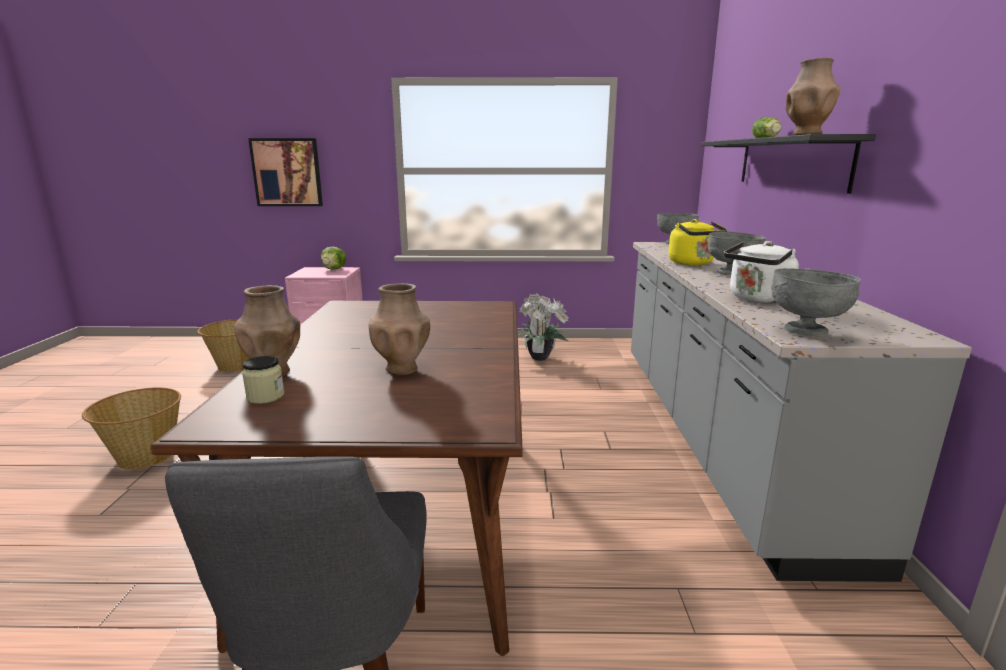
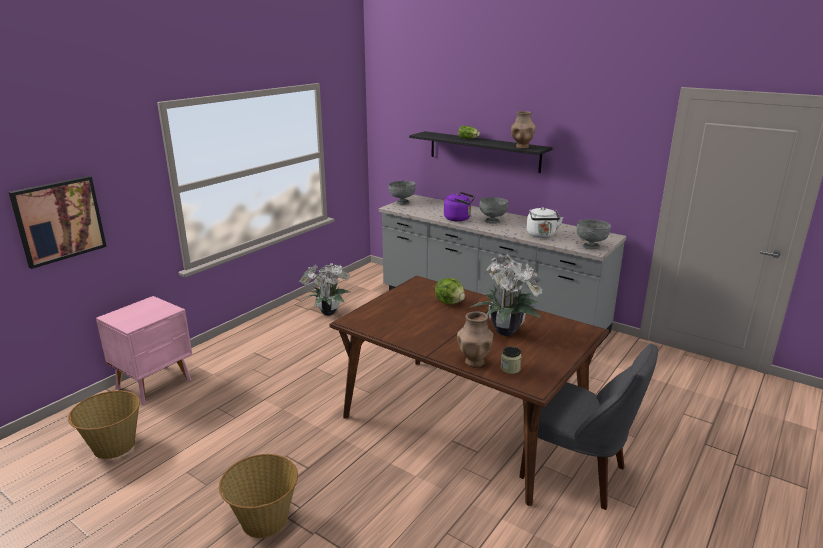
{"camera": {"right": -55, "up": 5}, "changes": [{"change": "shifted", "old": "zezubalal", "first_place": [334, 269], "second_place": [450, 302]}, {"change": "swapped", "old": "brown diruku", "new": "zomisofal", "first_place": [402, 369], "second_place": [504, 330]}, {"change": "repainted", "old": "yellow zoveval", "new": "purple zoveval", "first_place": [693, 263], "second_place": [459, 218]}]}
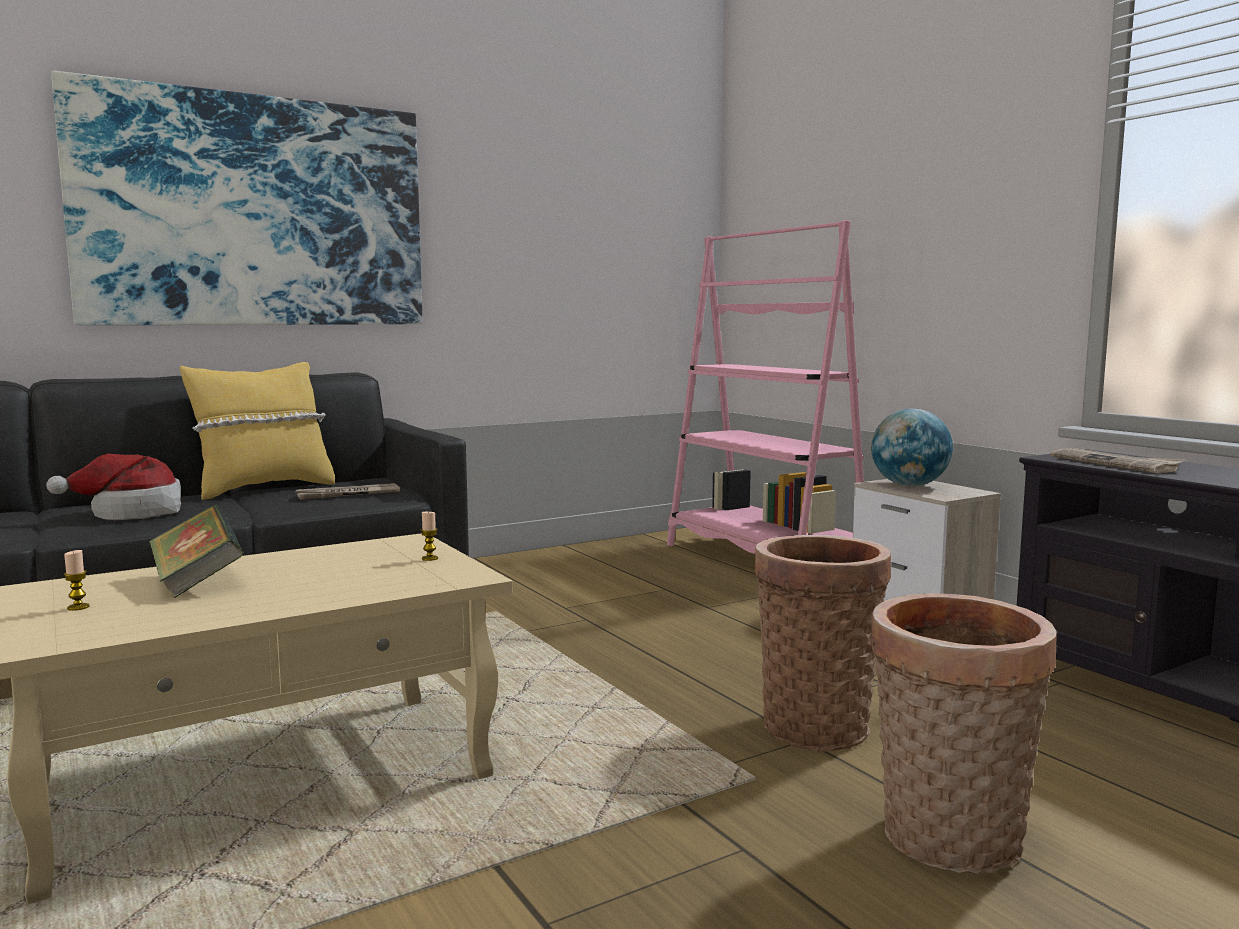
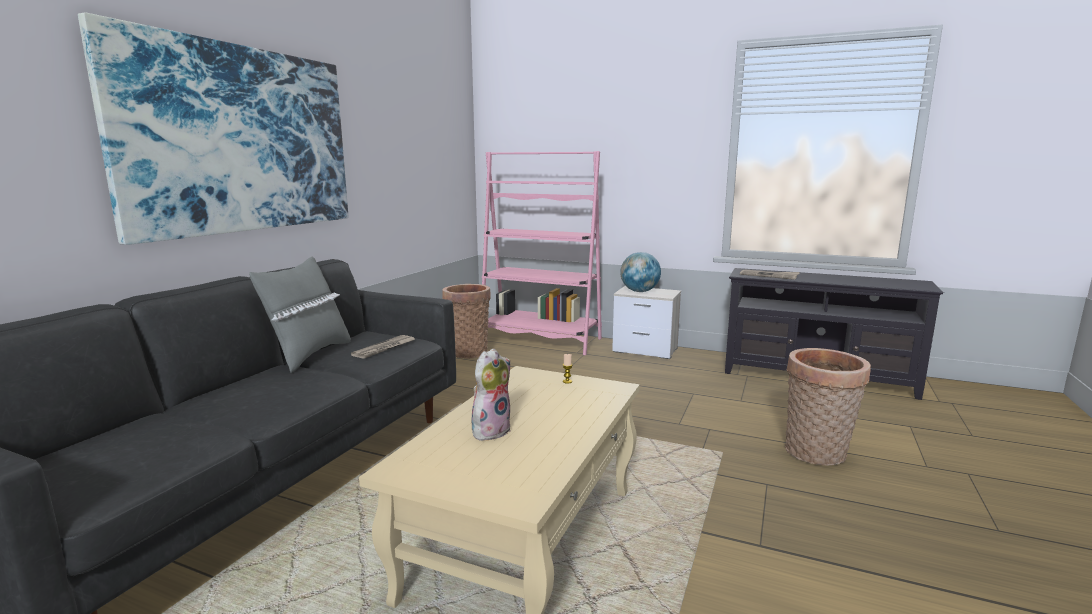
{"camera": {"right": -35, "up": 5}, "changes": [{"change": "gone", "old": "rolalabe", "first_place": [133, 513]}, {"change": "gone", "old": "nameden", "first_place": [78, 607]}, {"change": "swapped", "old": "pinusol", "new": "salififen", "first_place": [197, 582], "second_place": [490, 430]}, {"change": "repainted", "old": "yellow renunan", "new": "grey renunan", "first_place": [263, 489], "second_place": [309, 355]}, {"change": "shifted", "old": "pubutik", "first_place": [816, 724], "second_place": [468, 351]}]}
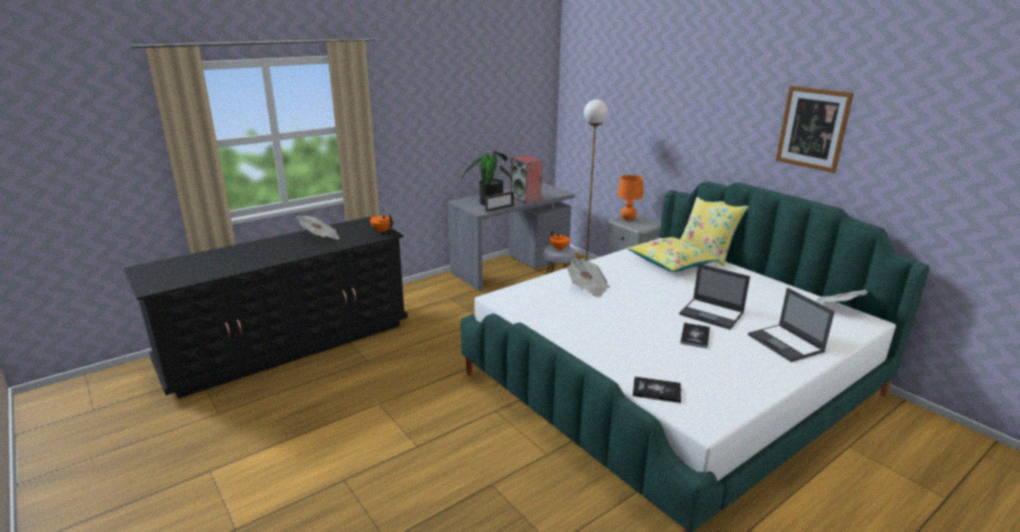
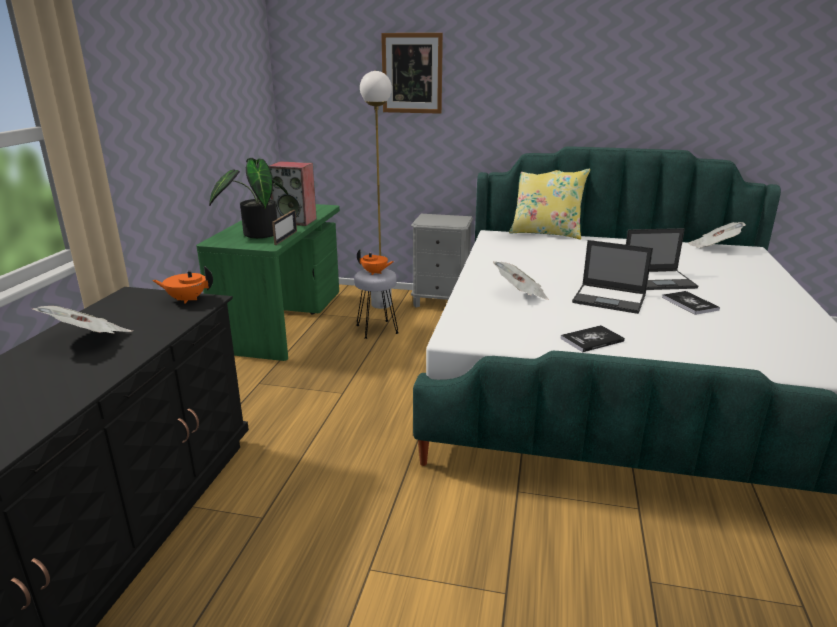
{"camera": {"right": -40, "up": 0}, "changes": [{"change": "repainted", "old": "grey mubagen", "new": "green mubagen", "first_place": [511, 267], "second_place": [284, 321]}, {"change": "gone", "old": "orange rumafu", "first_place": [628, 219]}, {"change": "gone", "old": "yellow renunan", "first_place": [671, 263]}, {"change": "shifted", "old": "pinusol", "first_place": [656, 390], "second_place": [592, 340]}, {"change": "shifted", "old": "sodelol", "first_place": [786, 343], "second_place": [610, 299]}, {"change": "shifted", "old": "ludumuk", "first_place": [813, 128], "second_place": [412, 73]}]}
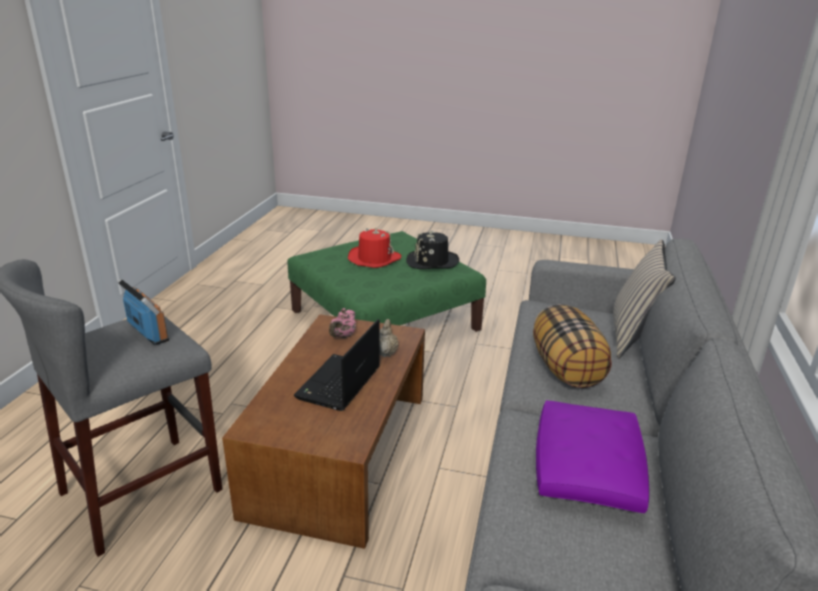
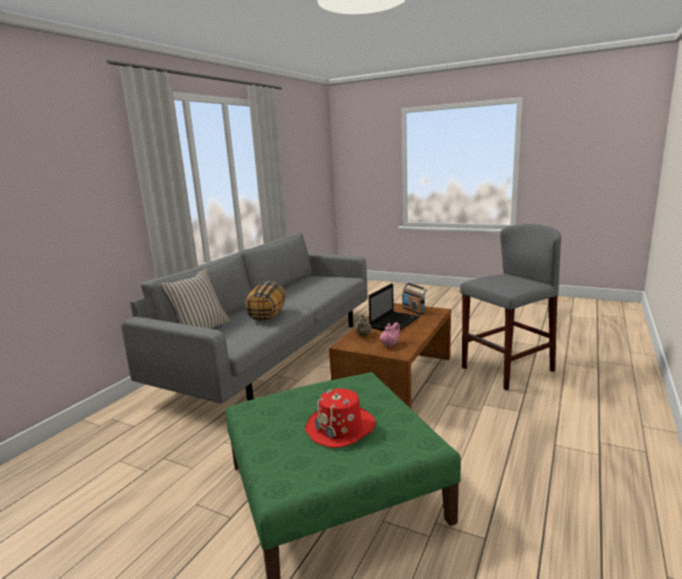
{"camera": {"right": -165, "up": -10}, "changes": [{"change": "shifted", "old": "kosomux", "first_place": [148, 332], "second_place": [413, 310]}, {"change": "gone", "old": "black rolalabe", "first_place": [432, 262]}, {"change": "gone", "old": "purple renunan", "first_place": [587, 470]}]}
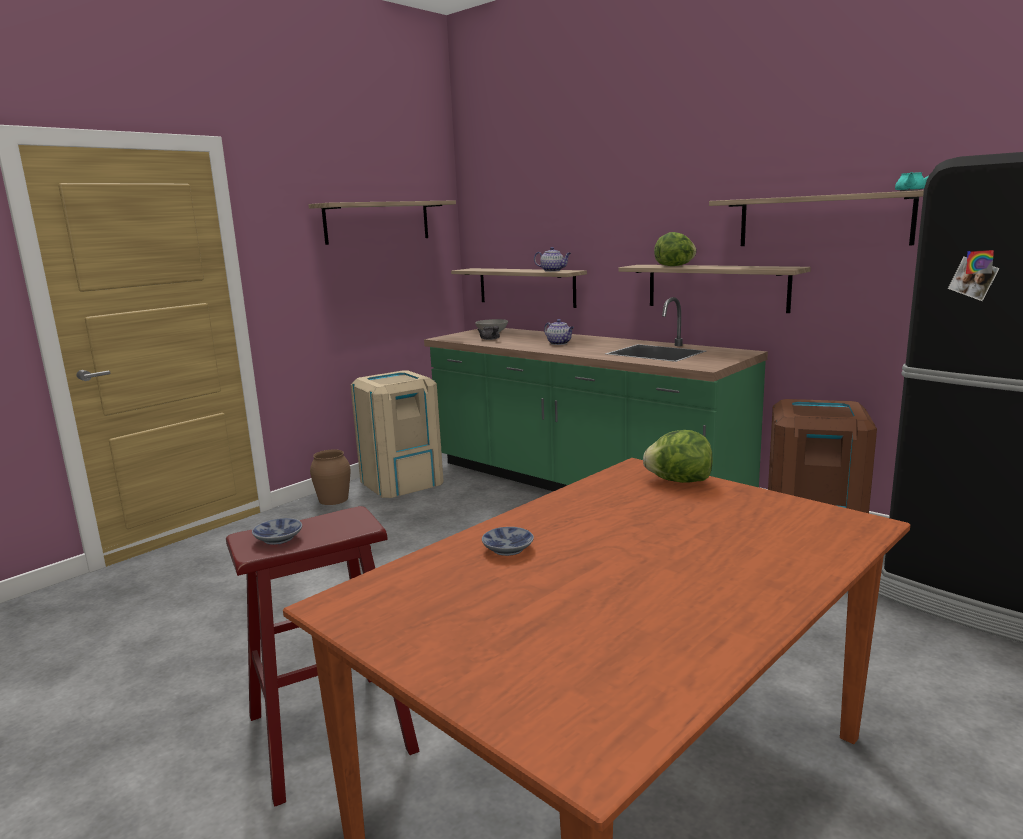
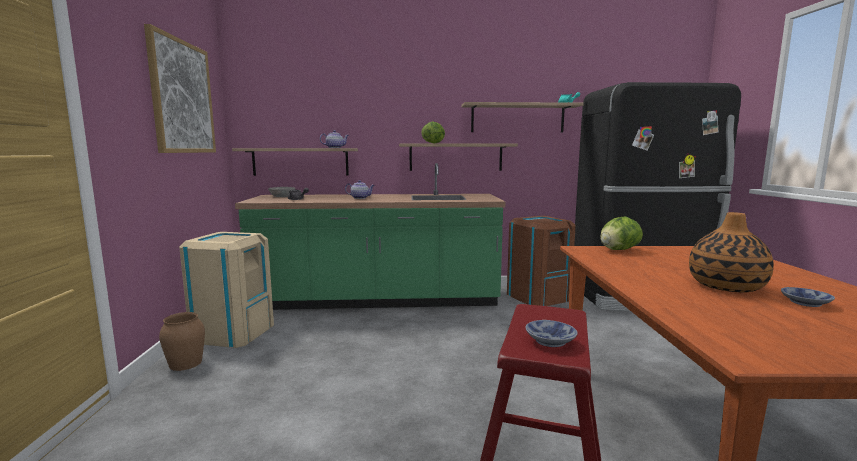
{"camera": {"right": -45, "up": -5}, "changes": [{"change": "swapped", "old": "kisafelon", "new": "ludumuk", "first_place": [378, 222], "second_place": [182, 97]}, {"change": "shifted", "old": "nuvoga", "first_place": [508, 550], "second_place": [807, 303]}, {"change": "new", "new": "diruku", "second_place": [726, 286]}]}
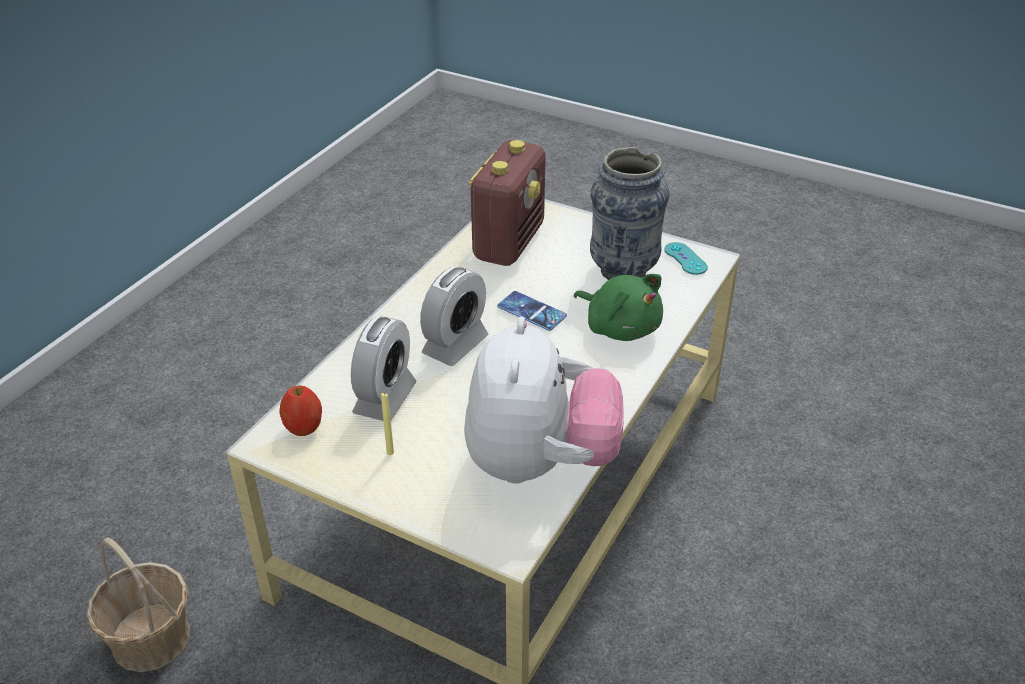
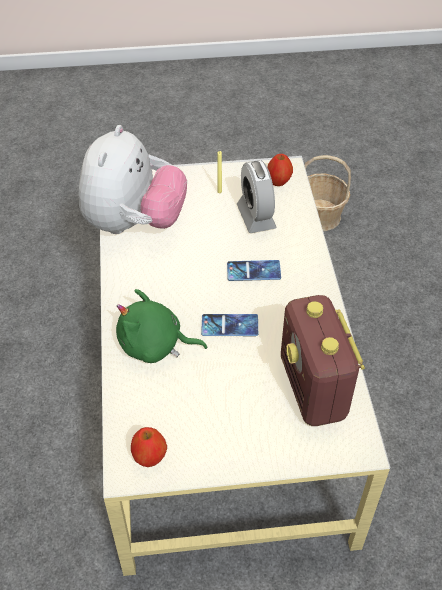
{"camera": {"right": 145, "up": 10}, "changes": [{"change": "swapped", "old": "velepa", "new": "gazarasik", "first_place": [455, 345], "second_place": [253, 271]}, {"change": "rotated", "old": "salififen", "first_place": [539, 463], "second_place": [134, 223], "degrees": -135}, {"change": "gone", "old": "diruku", "first_place": [623, 271]}, {"change": "swapped", "old": "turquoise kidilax", "new": "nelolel", "first_place": [685, 259], "second_place": [149, 457]}]}
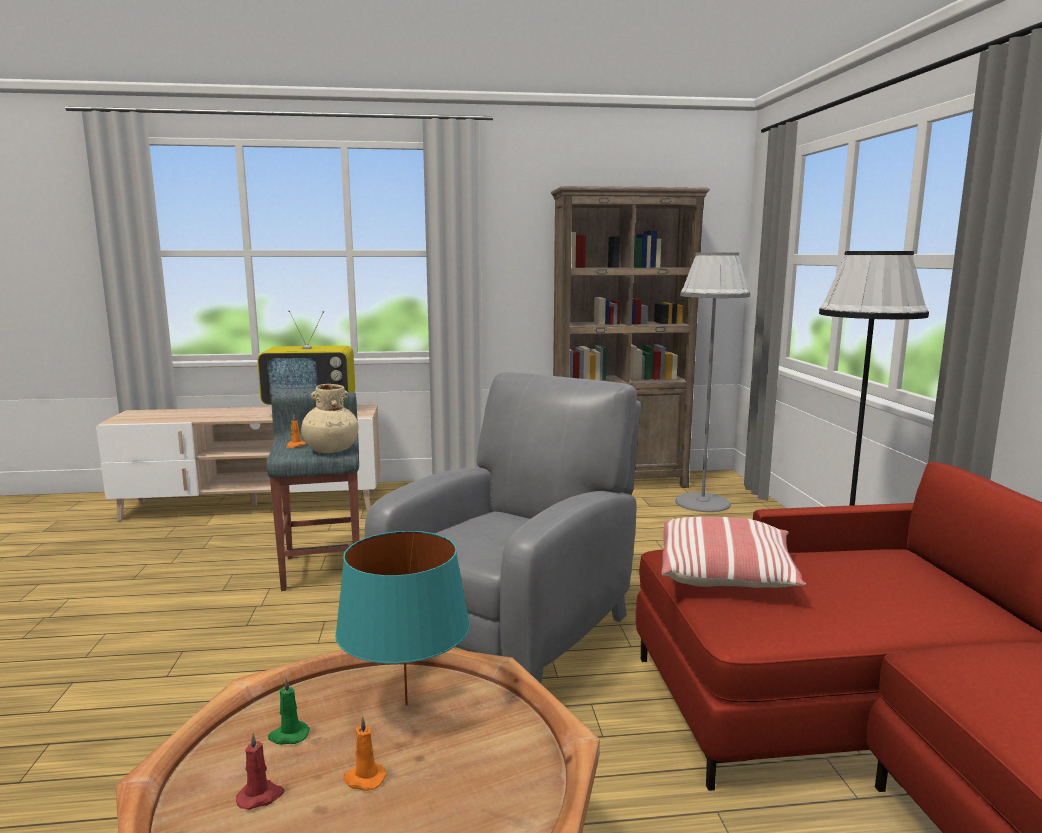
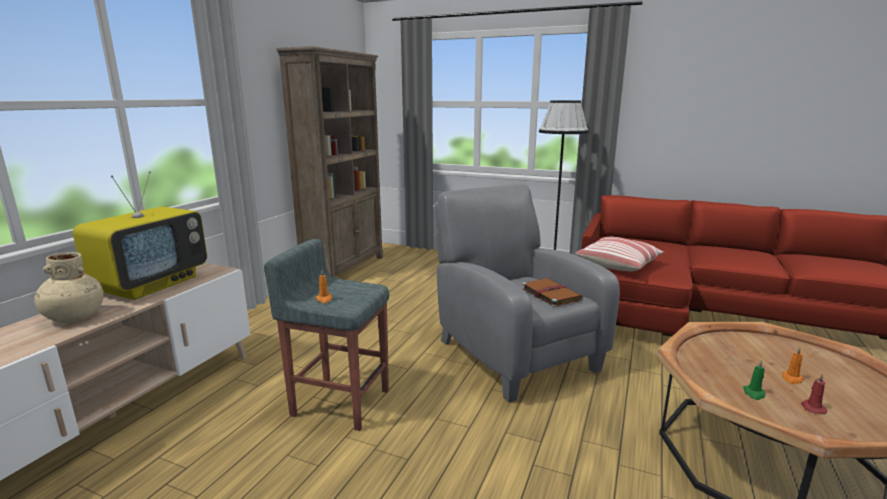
{"camera": {"right": -60, "up": 5}, "changes": [{"change": "shifted", "old": "beige diruku", "first_place": [330, 450], "second_place": [74, 317]}, {"change": "gone", "old": "turquoise rumafu", "first_place": [406, 705]}, {"change": "gone", "old": "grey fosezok", "first_place": [702, 503]}, {"change": "new", "new": "brown pinusol", "second_place": [550, 294]}]}
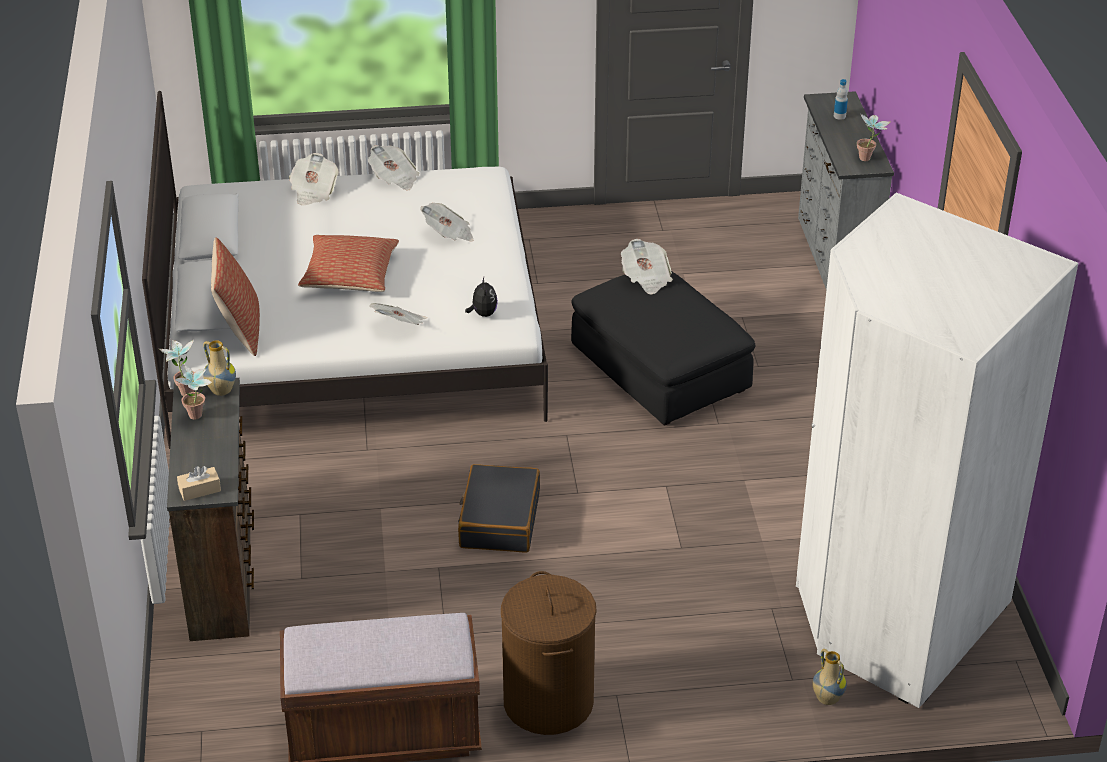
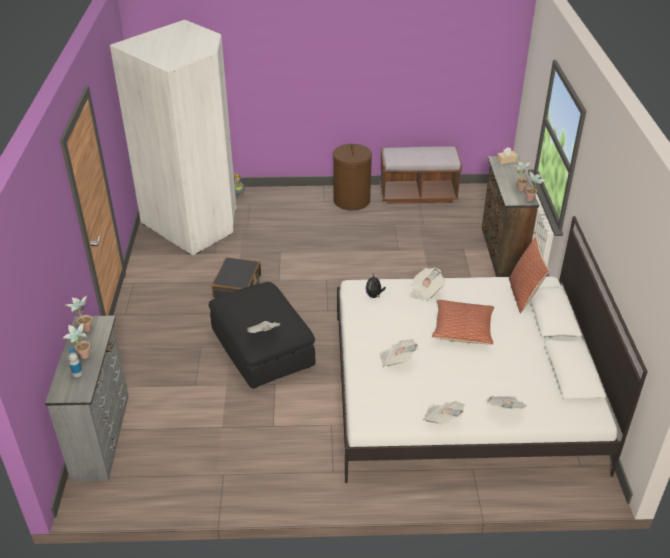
{"camera": {"right": -175, "up": 0}, "changes": [{"change": "gone", "old": "diruku", "first_place": [221, 391]}, {"change": "shifted", "old": "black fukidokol", "first_place": [499, 520], "second_place": [238, 286]}, {"change": "new", "new": "zomisofal", "second_place": [82, 357]}]}
